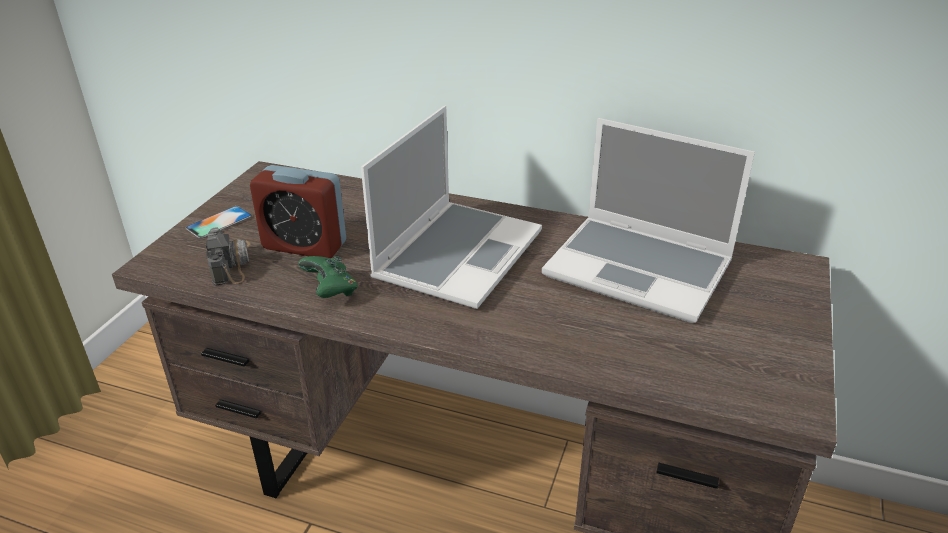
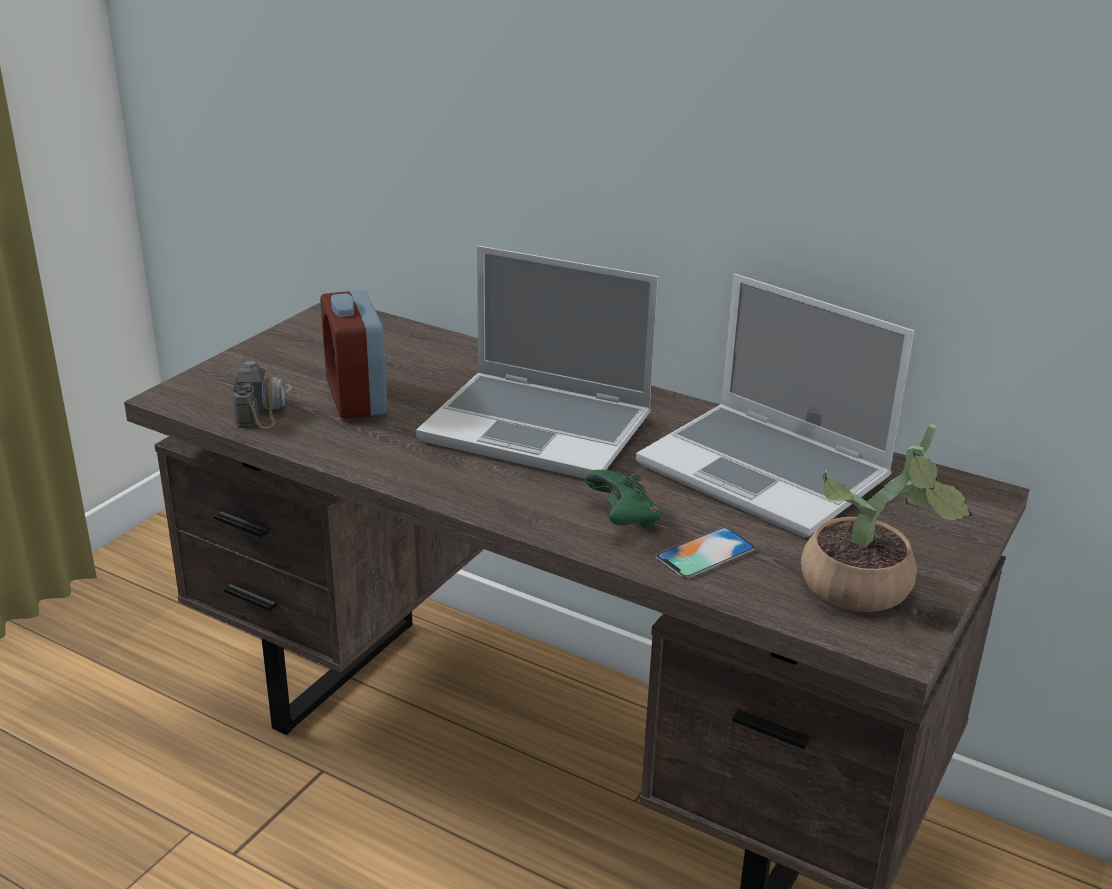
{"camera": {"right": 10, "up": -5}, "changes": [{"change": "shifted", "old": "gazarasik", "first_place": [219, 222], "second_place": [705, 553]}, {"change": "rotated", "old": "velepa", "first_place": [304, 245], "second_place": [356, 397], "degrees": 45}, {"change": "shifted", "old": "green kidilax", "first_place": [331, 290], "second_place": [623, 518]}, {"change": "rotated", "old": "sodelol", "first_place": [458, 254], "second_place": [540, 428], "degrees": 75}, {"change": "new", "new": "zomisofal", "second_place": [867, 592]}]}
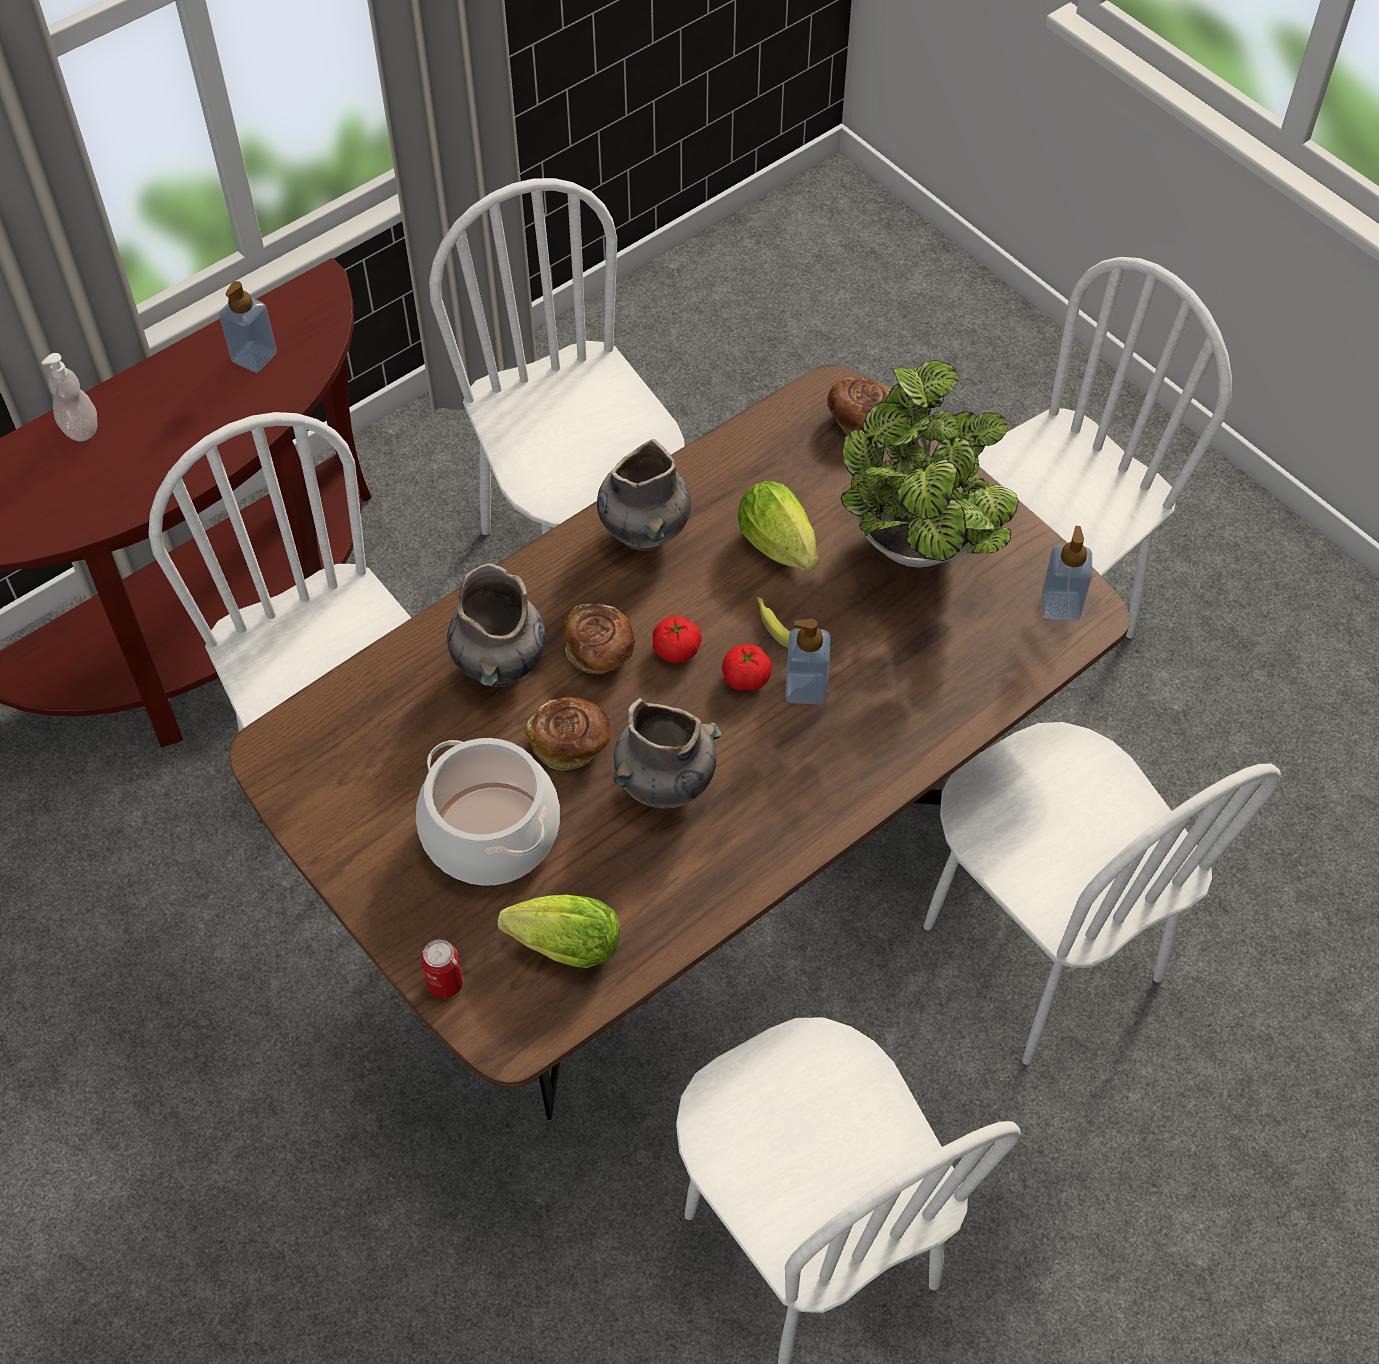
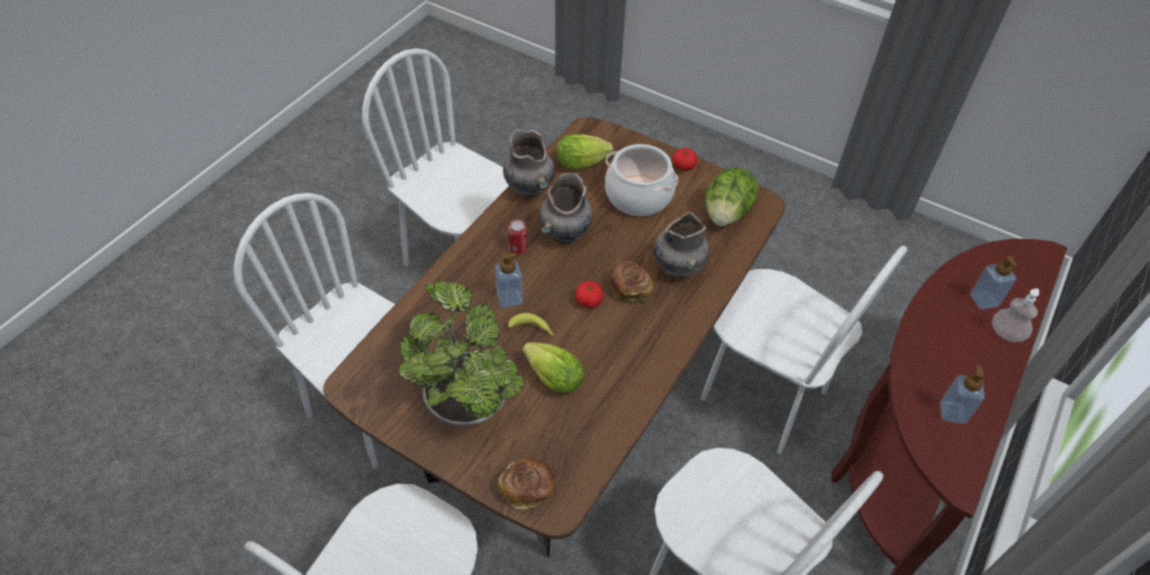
{"camera": {"right": 160, "up": -5}, "changes": [{"change": "shifted", "old": "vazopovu", "first_place": [445, 983], "second_place": [518, 248]}, {"change": "gone", "old": "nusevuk", "first_place": [571, 743]}, {"change": "shifted", "old": "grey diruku", "first_place": [644, 532], "second_place": [530, 189]}, {"change": "shifted", "old": "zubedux", "first_place": [746, 678], "second_place": [683, 166]}, {"change": "shifted", "old": "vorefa", "first_place": [1060, 605], "second_place": [984, 300]}, {"change": "new", "new": "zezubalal", "second_place": [726, 214]}]}
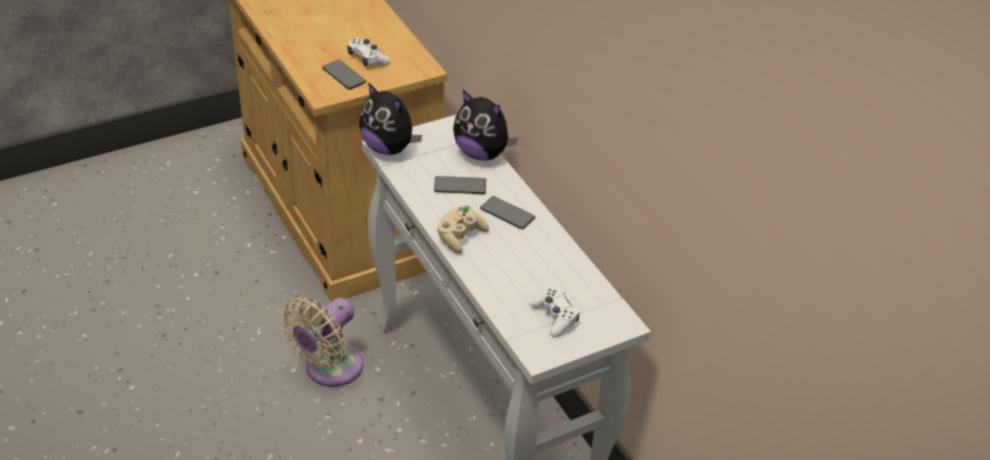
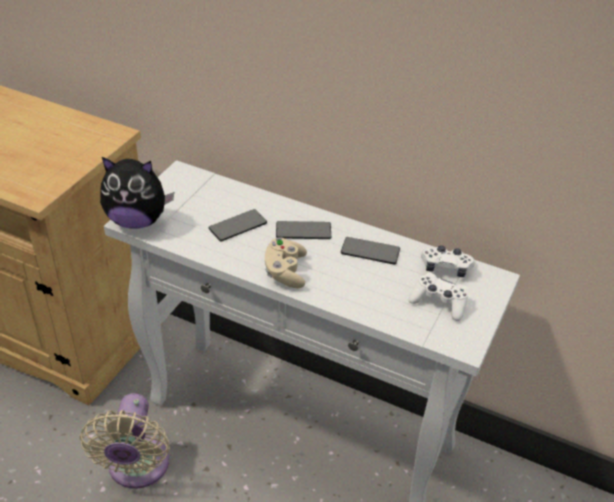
{"camera": {"right": -35, "up": 0}, "changes": [{"change": "shifted", "old": "gazarasik", "first_place": [344, 75], "second_place": [370, 251]}, {"change": "shifted", "old": "white kidilax", "first_place": [367, 59], "second_place": [446, 267]}, {"change": "gone", "old": "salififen", "first_place": [482, 153]}]}
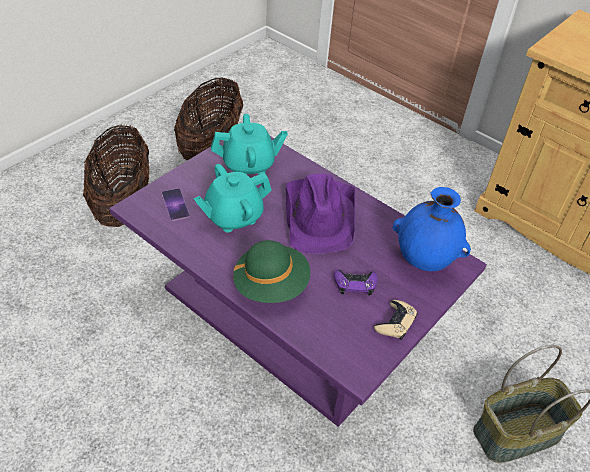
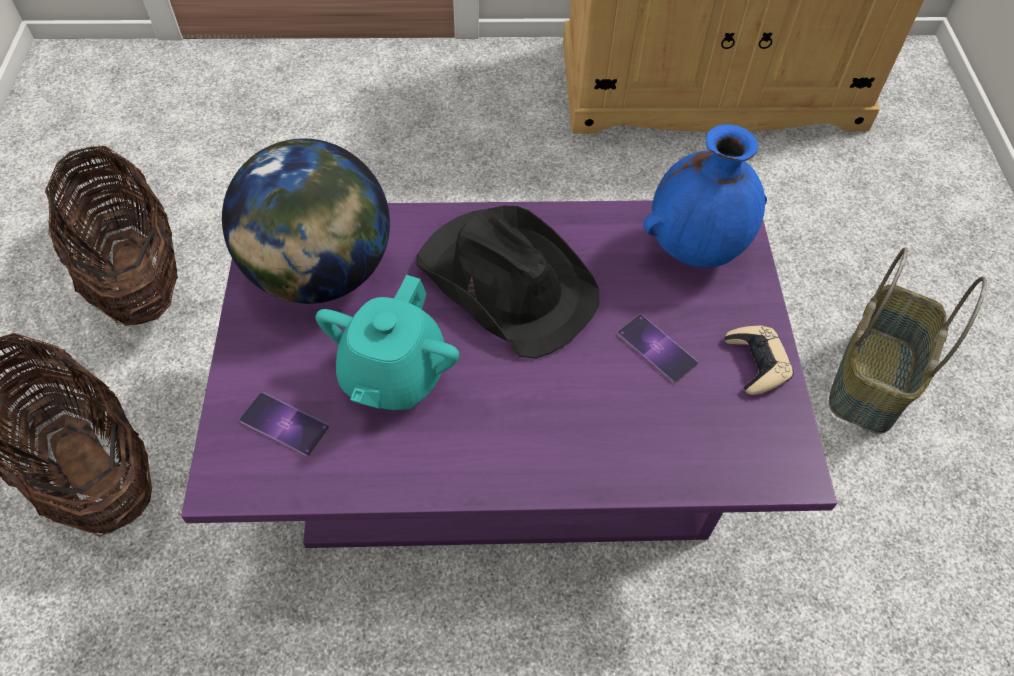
{"camera": {"right": -40, "up": 10}, "changes": [{"change": "swapped", "old": "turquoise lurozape", "new": "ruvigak", "first_place": [248, 164], "second_place": [321, 273]}, {"change": "gone", "old": "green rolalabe", "first_place": [271, 285]}, {"change": "repainted", "old": "purple rolalabe", "new": "black rolalabe", "first_place": [320, 215], "second_place": [506, 280]}, {"change": "swapped", "old": "purple kidilax", "new": "gazarasik", "first_place": [355, 284], "second_place": [656, 349]}]}
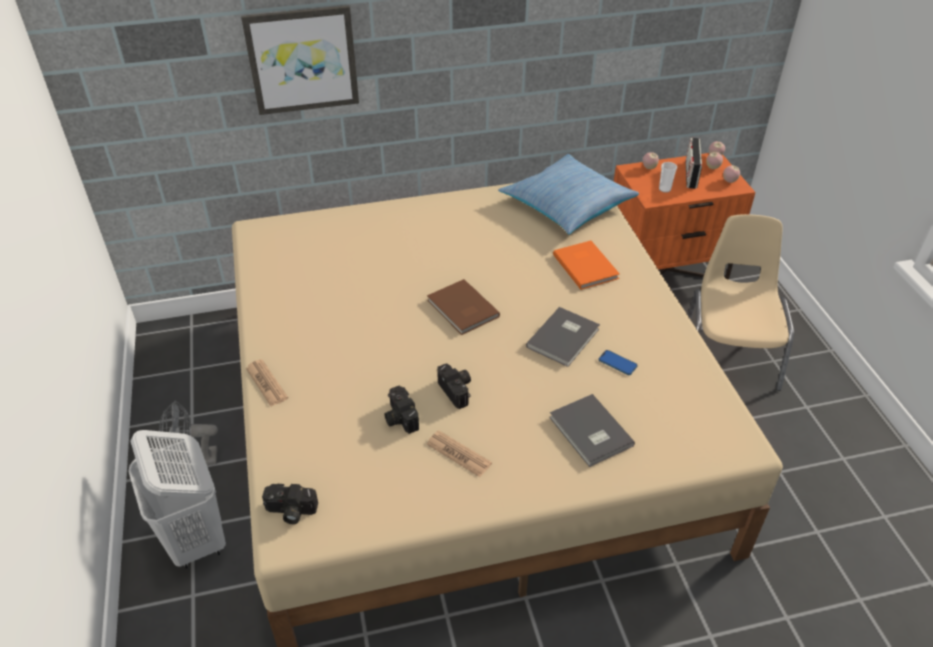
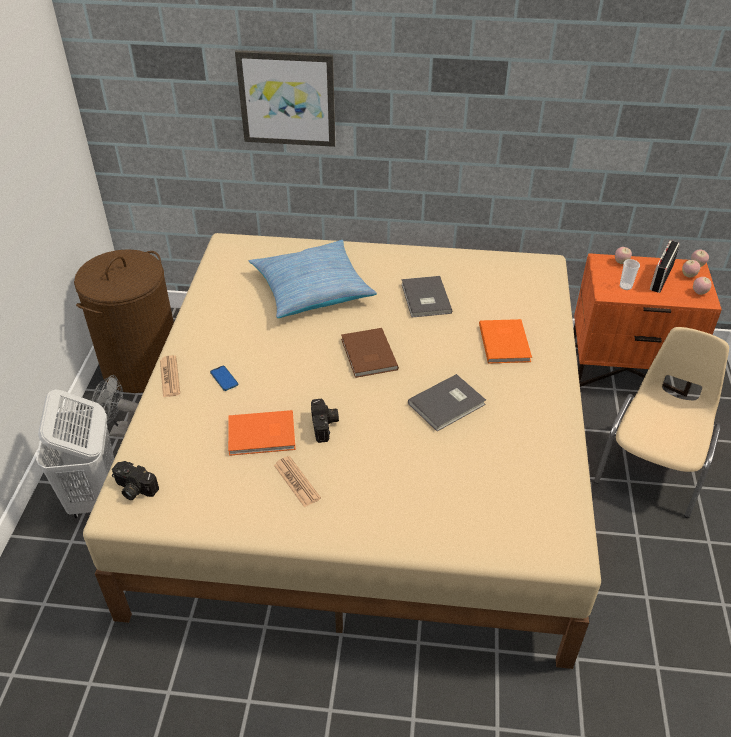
{"camera": {"right": 20, "up": 0}, "changes": [{"change": "swapped", "old": "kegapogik", "new": "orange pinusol", "first_place": [399, 417], "second_place": [263, 435]}, {"change": "shifted", "old": "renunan", "first_place": [567, 204], "second_place": [312, 288]}, {"change": "shifted", "old": "grey pinusol", "first_place": [589, 433], "second_place": [424, 299]}, {"change": "shifted", "old": "gazarasik", "first_place": [617, 363], "second_place": [224, 379]}, {"change": "new", "new": "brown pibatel", "second_place": [142, 366]}]}
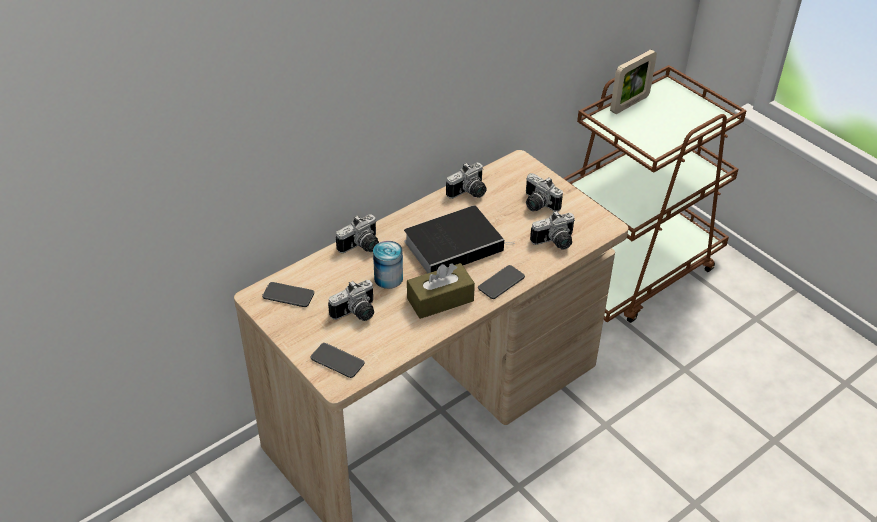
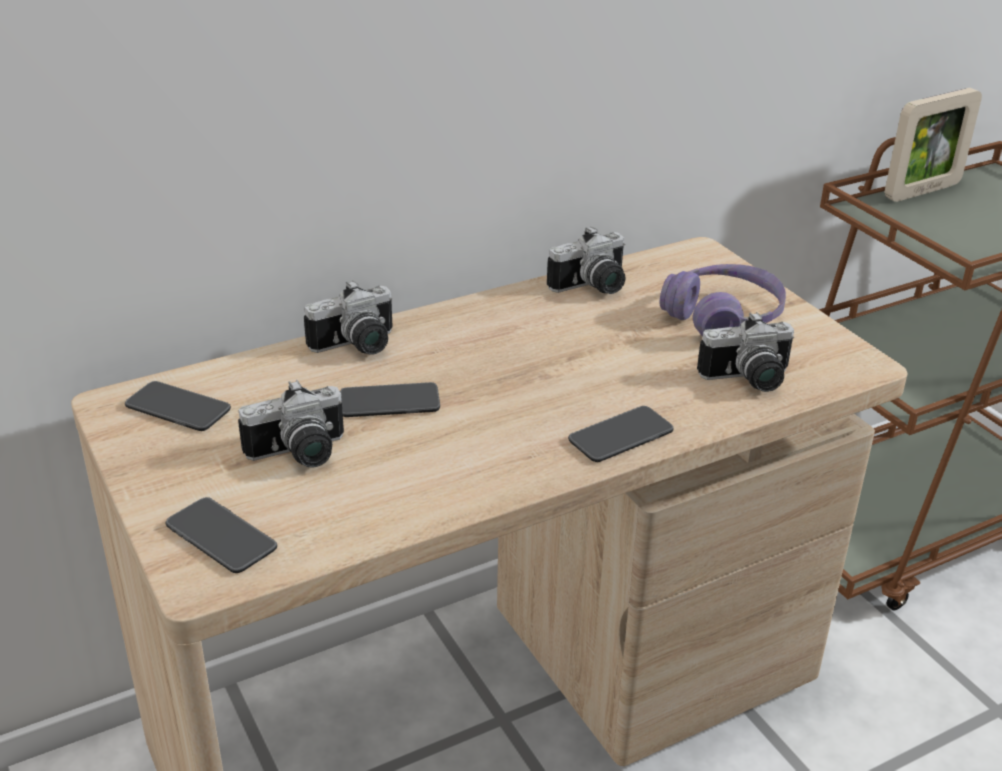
{"camera": {"right": 10, "up": -10}, "changes": [{"change": "swapped", "old": "vazopovu", "new": "gazarasik", "first_place": [388, 278], "second_place": [389, 402]}, {"change": "gone", "old": "pinusol", "first_place": [455, 244]}, {"change": "gone", "old": "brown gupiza", "first_place": [440, 299]}, {"change": "swapped", "old": "kegapogik", "new": "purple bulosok", "first_place": [537, 204], "second_place": [723, 317]}]}
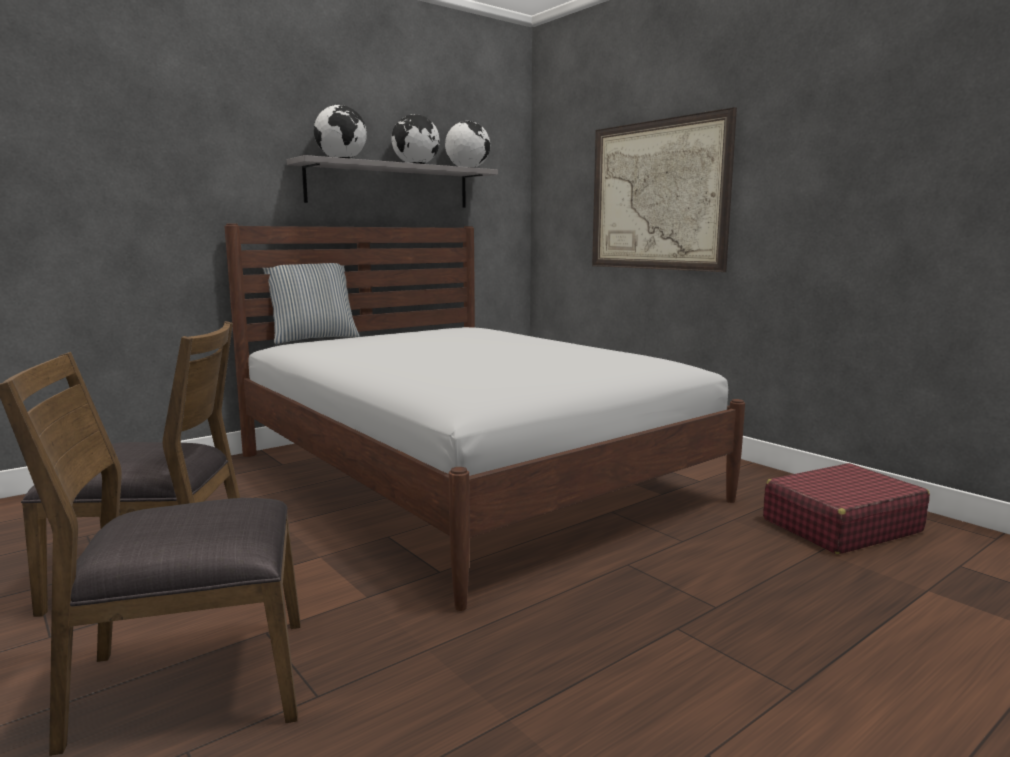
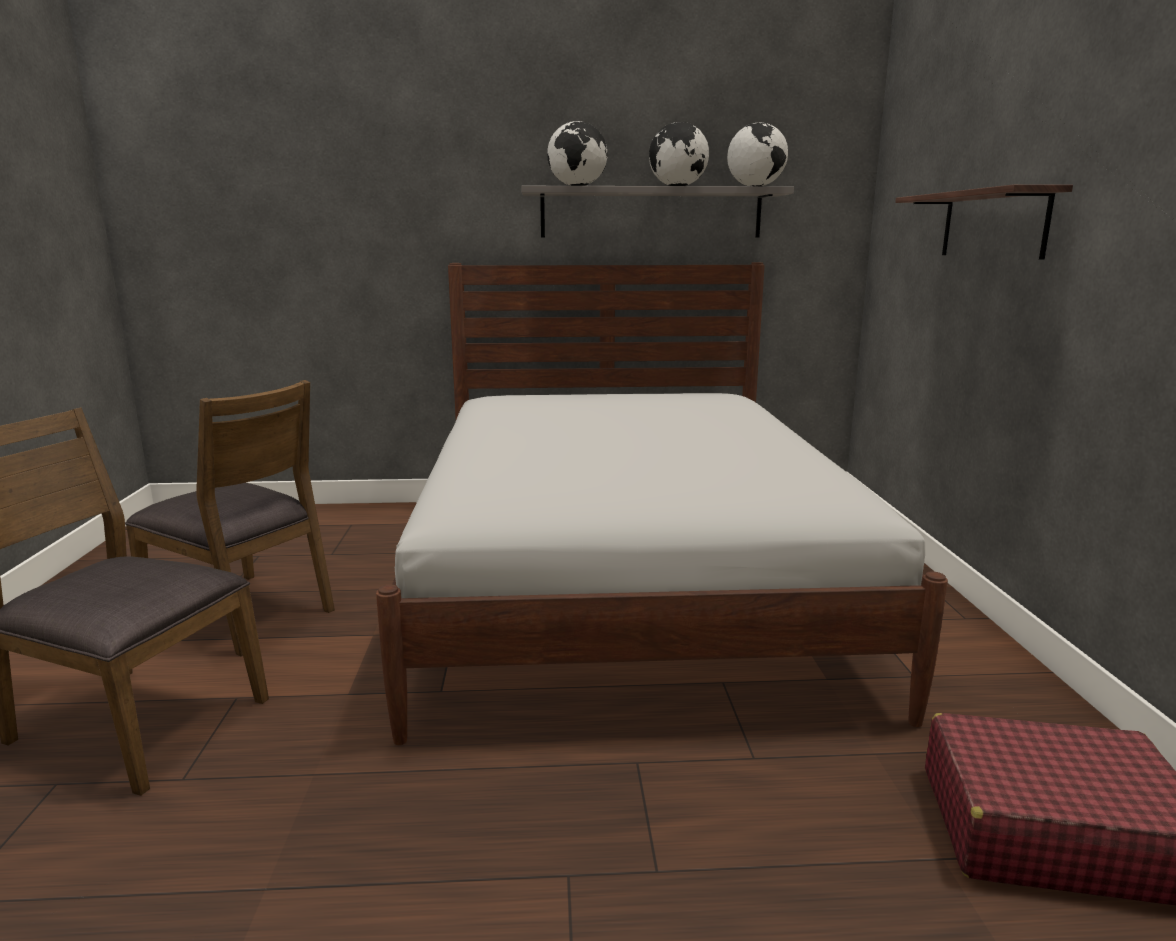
{"camera": {"right": 35, "up": 5}, "changes": [{"change": "gone", "old": "renunan", "first_place": [313, 339]}, {"change": "swapped", "old": "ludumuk", "new": "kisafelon", "first_place": [657, 195], "second_place": [993, 224]}]}
